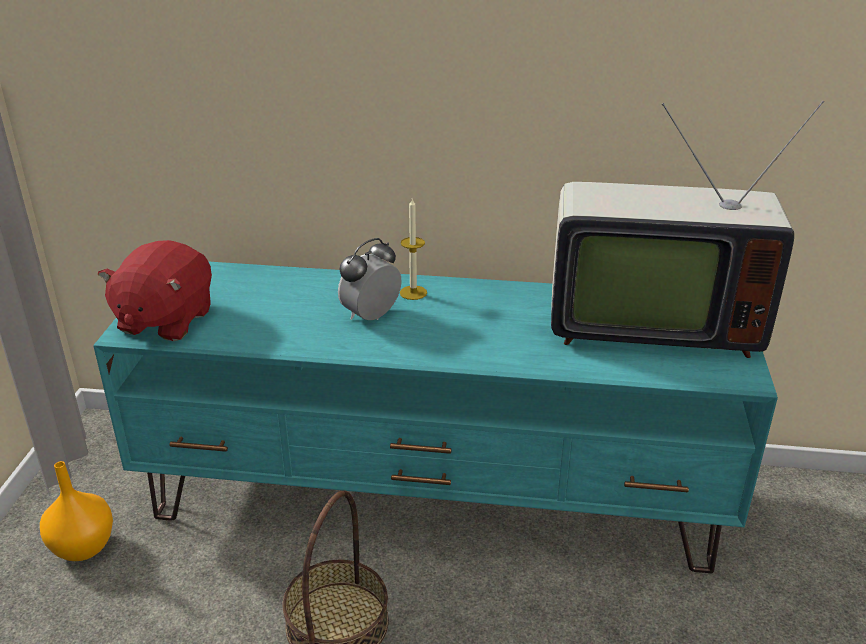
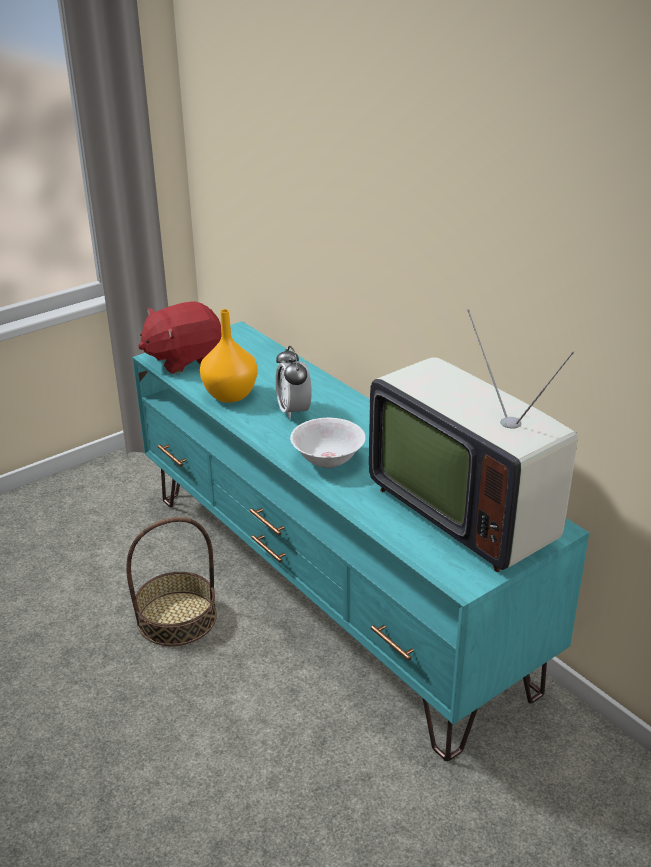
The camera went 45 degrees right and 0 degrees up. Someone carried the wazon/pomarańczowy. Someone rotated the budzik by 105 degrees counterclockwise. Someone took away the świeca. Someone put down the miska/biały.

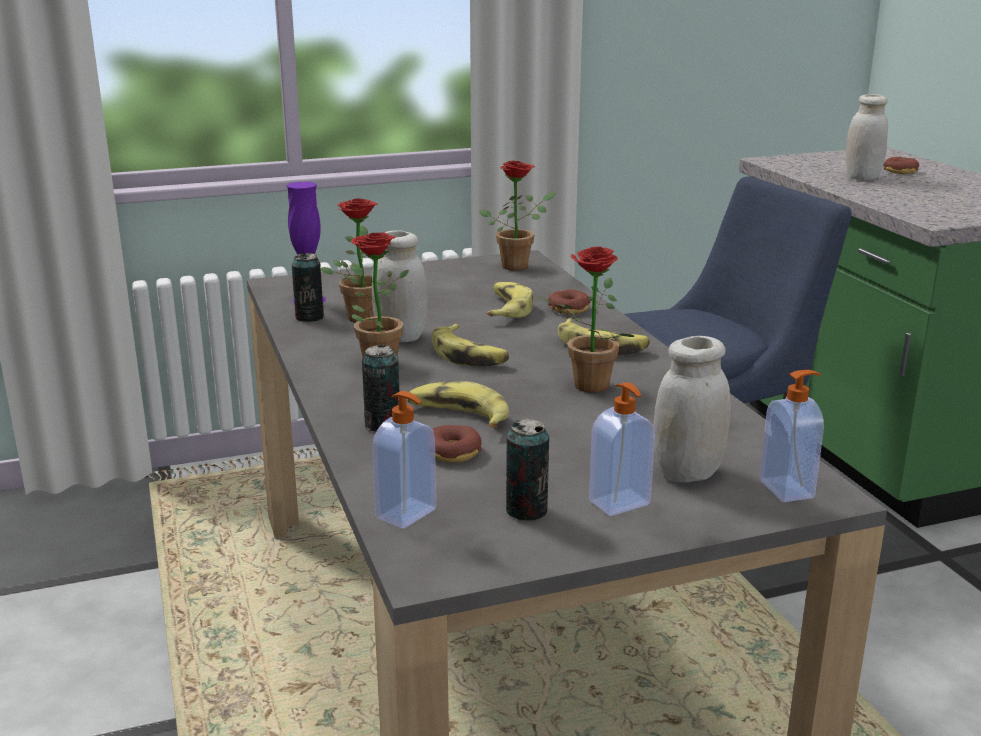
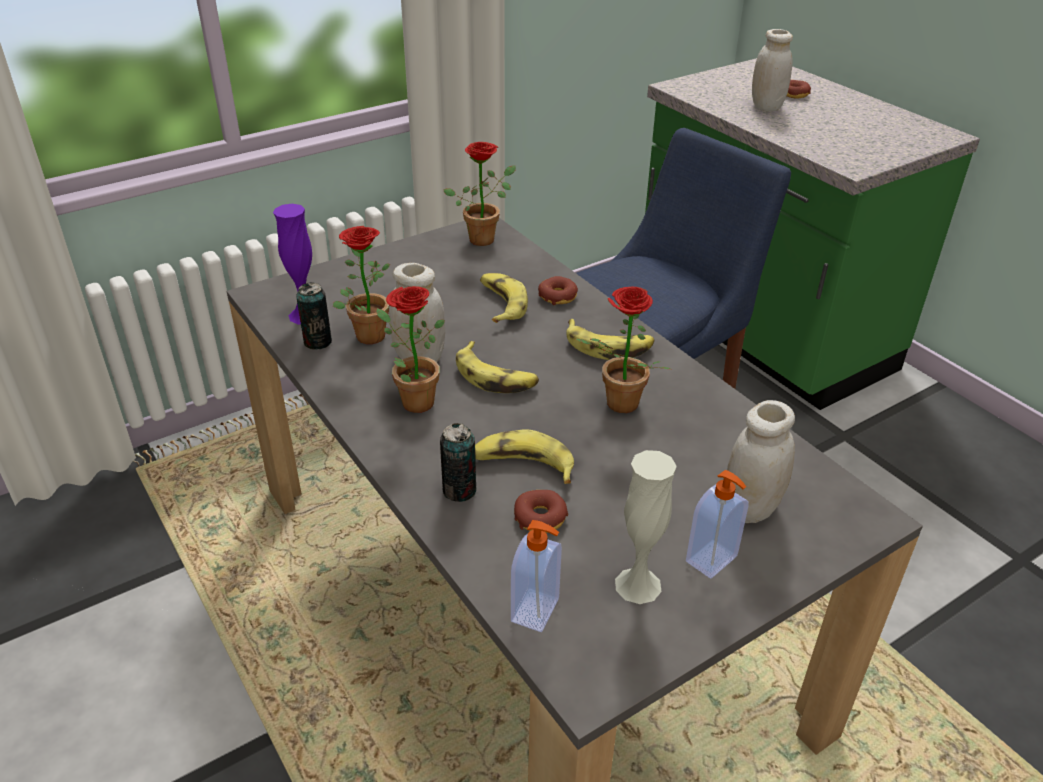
The camera went 15 degrees left and 15 degrees up. Someone swapped the puszka (3rd from left) for the wazon/biały. Someone took away the dozownik mydła (3rd from left).

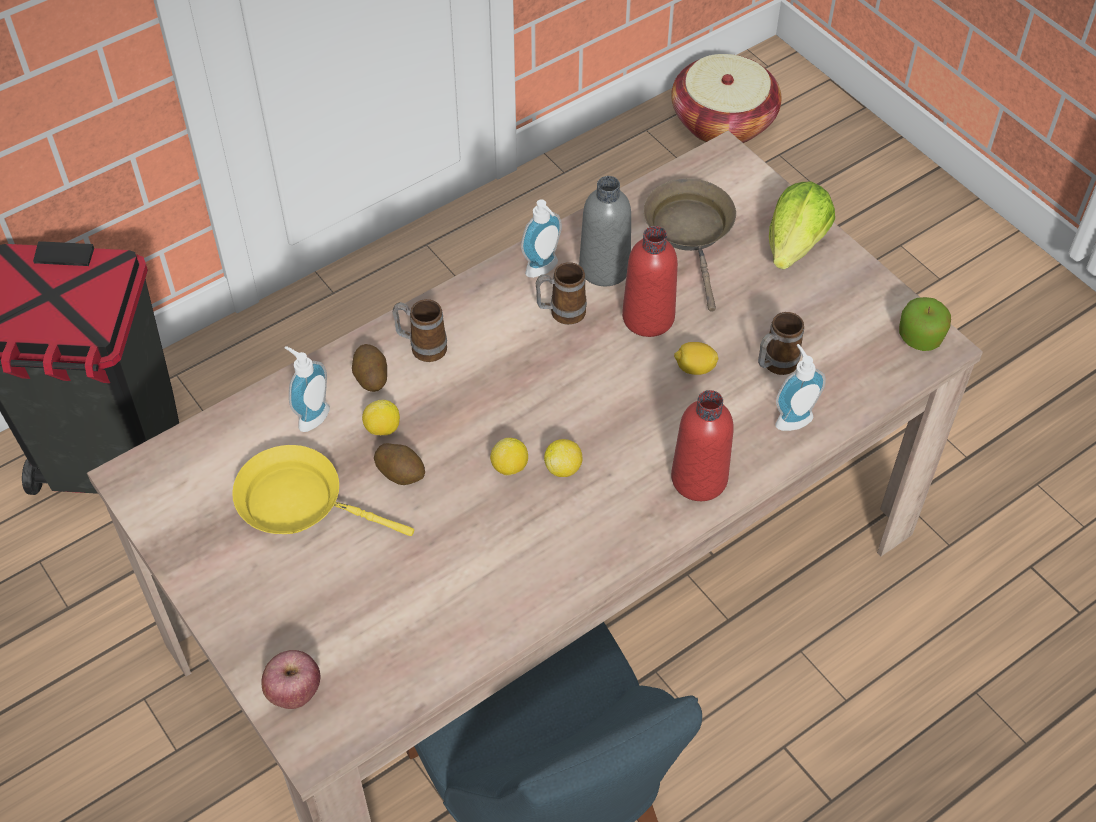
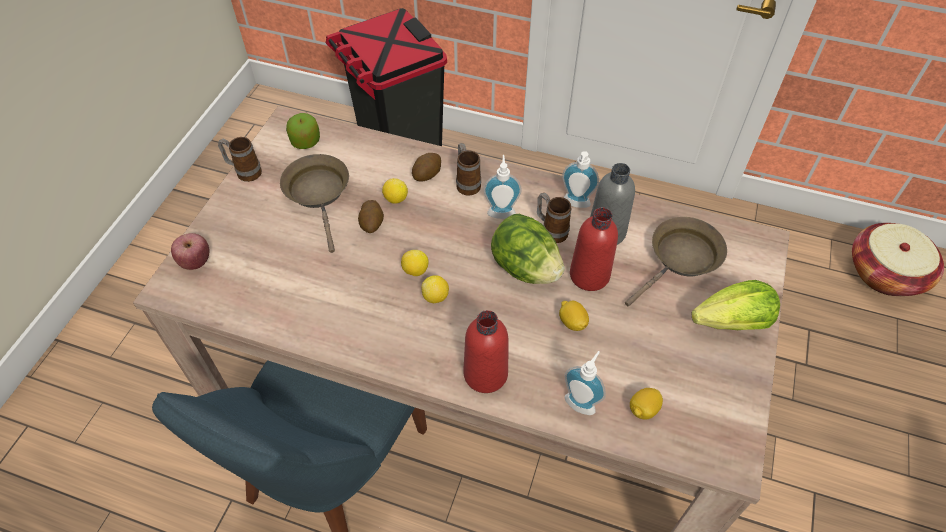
The camera went 55 degrees right and 0 degrees up. Someone repainted the patelnia/żółty, which became the patelnia/brązowy (1st from left). Someone carried the dozownik mydła (1st from left). Someone carried the kubek (3rd from left in the first image). Someone carried the jabłko (2nd from left). Someone put down the sałata (1st from left). Someone put down the cytryna (5th from left).

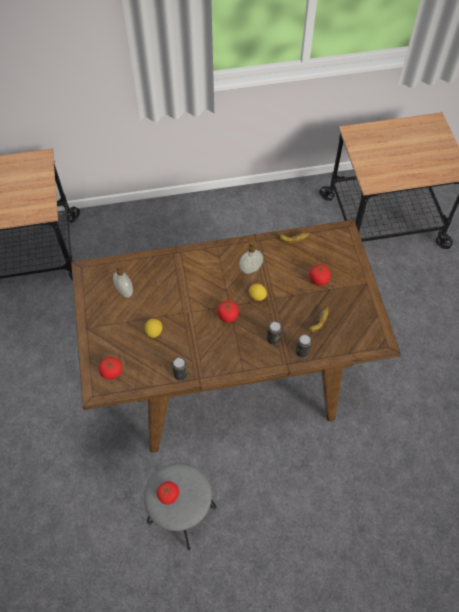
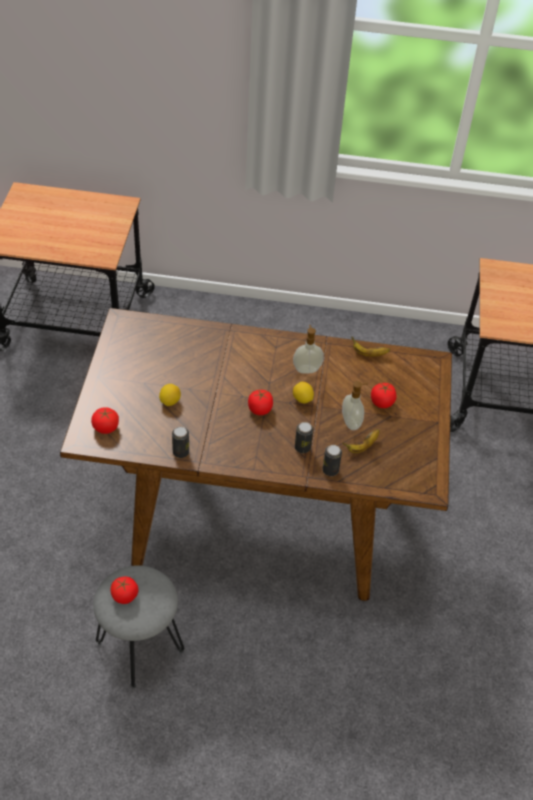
The camera went 15 degrees right and 10 degrees down. Someone carried the dozownik mydła (1st from left in the first image).

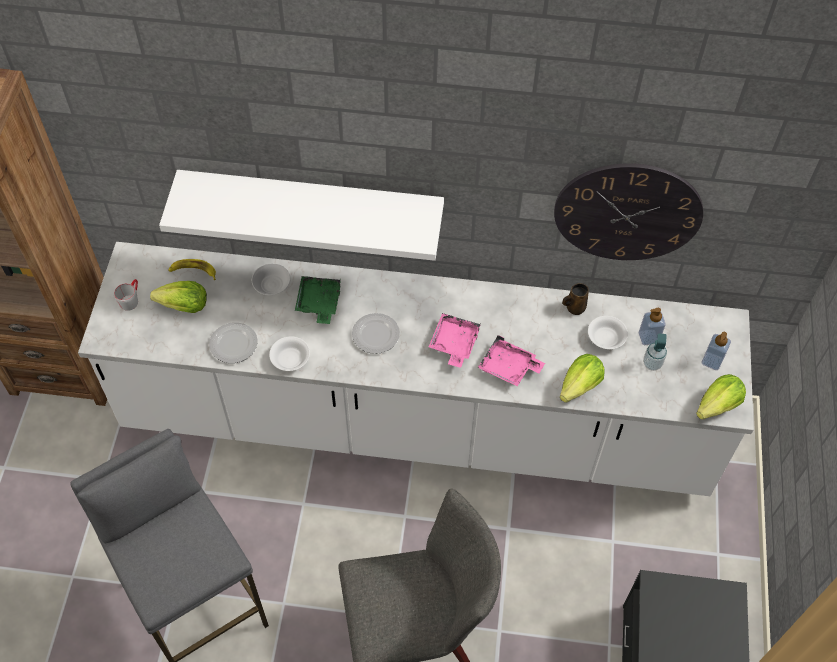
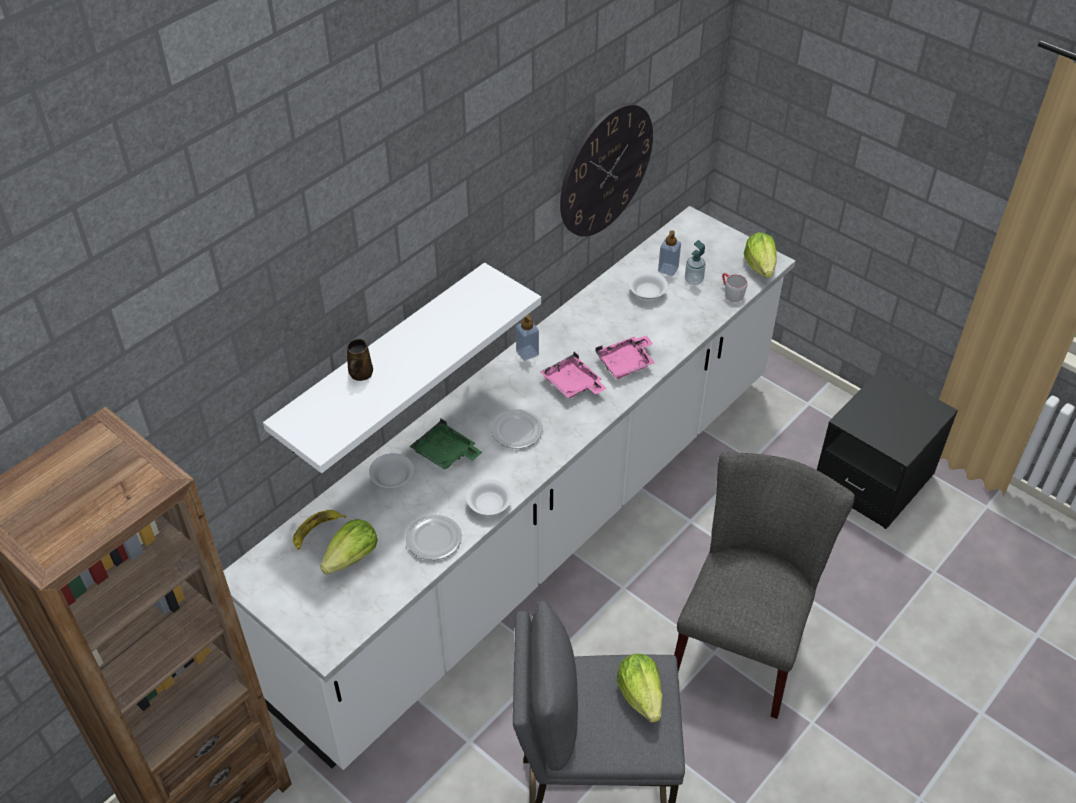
The camera went 55 degrees left and 10 degrees down. Someone carried the kubek/szary. Someone carried the sałata (2nd from left). Someone carried the kubek/brązowy. Someone carried the dozownik mydła (3rd from left in the first image).

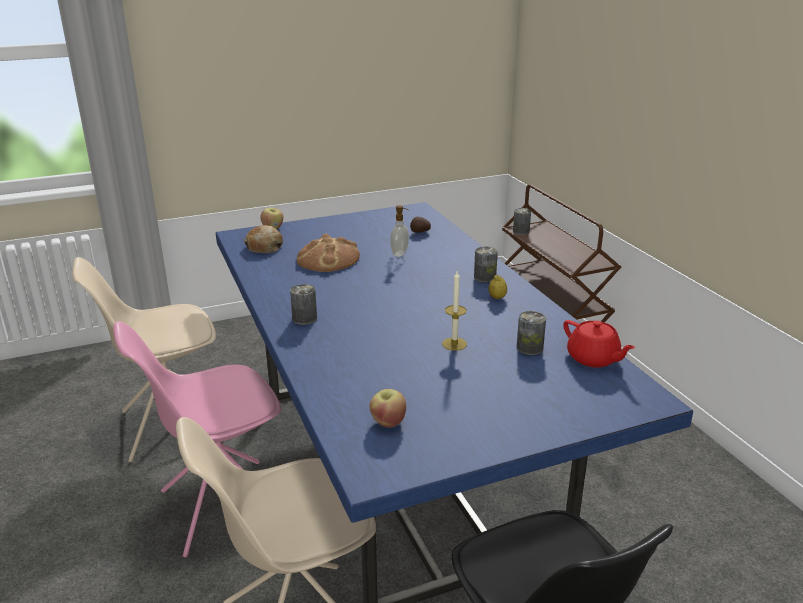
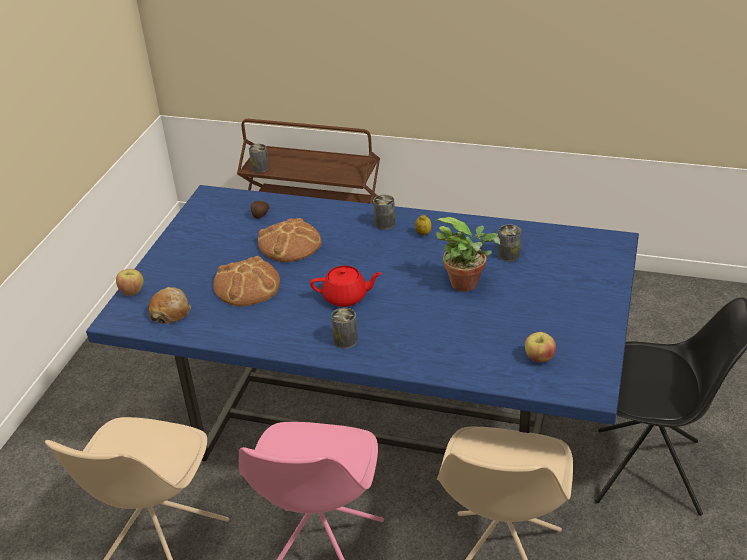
The camera went 50 degrees left and 10 degrees up. Someone swapped the dozownik mydła for the chleb (3rd from left). Someone swapped the świeca for the roślina doniczkowa. Someone carried the imbryk/czerwony.

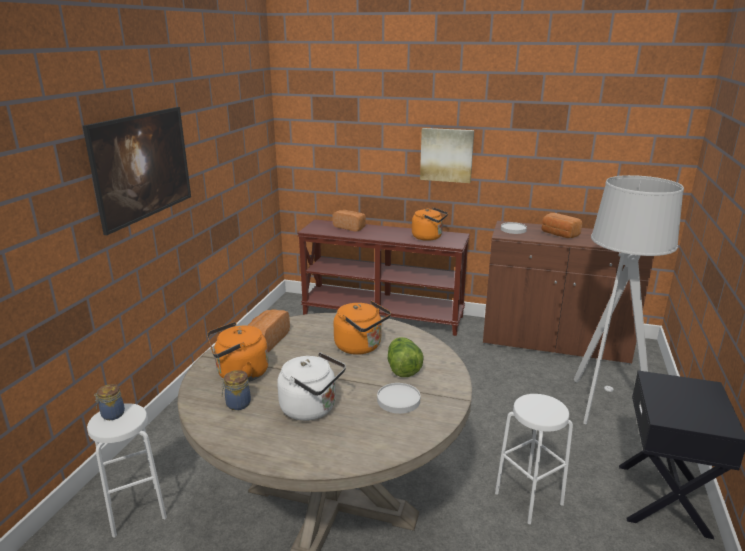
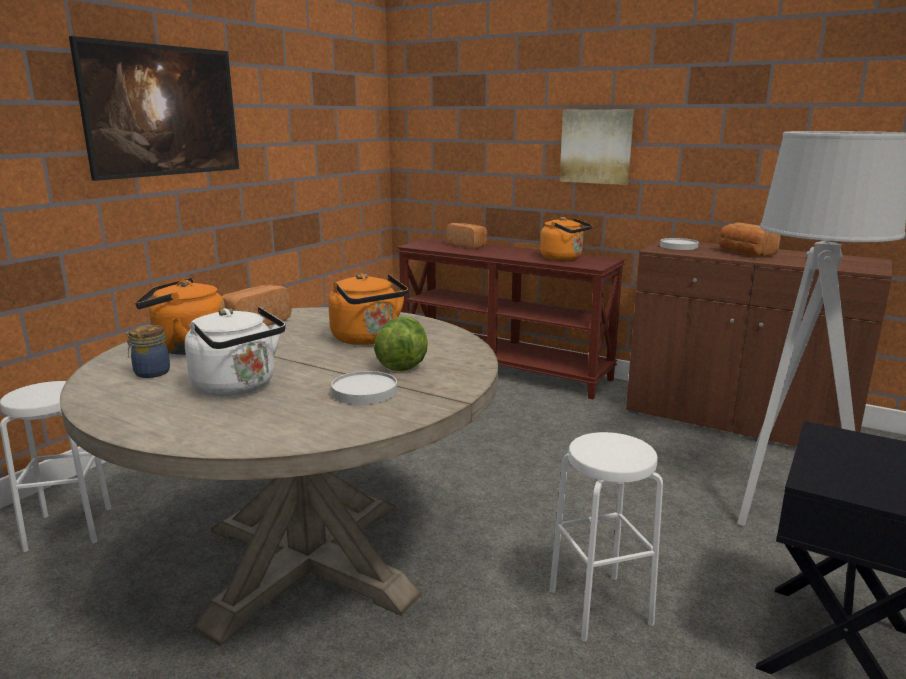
The camera went 15 degrees right and 5 degrees down. Someone took away the słoik (1st from left).

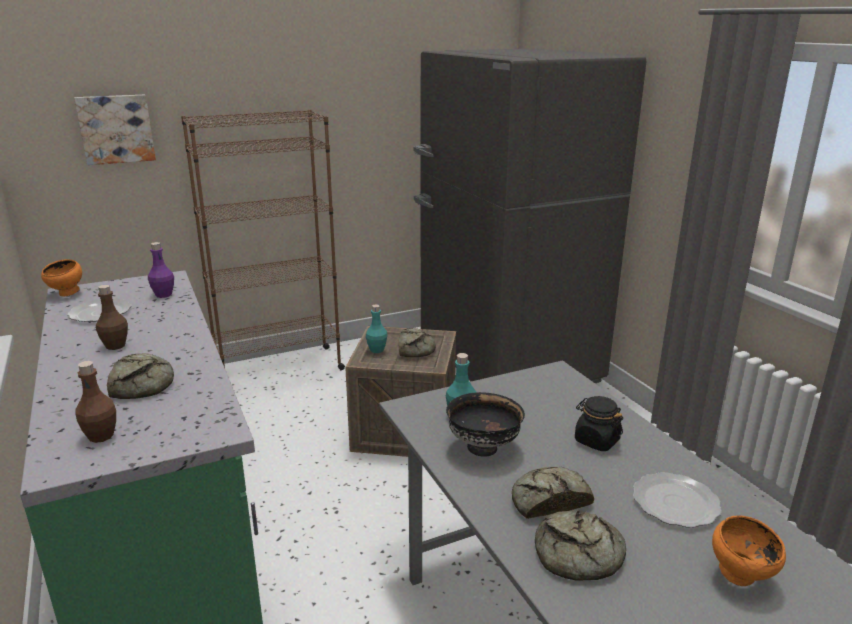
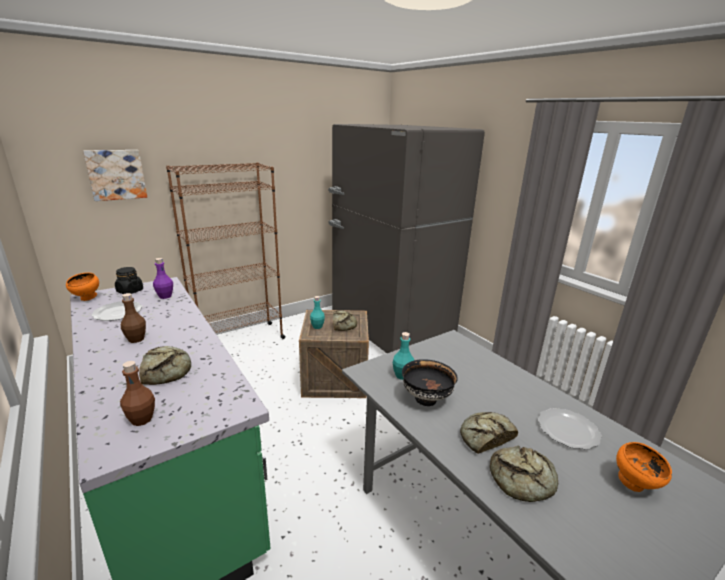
The camera went 10 degrees left and 0 degrees up. Someone carried the słoik/czarny.

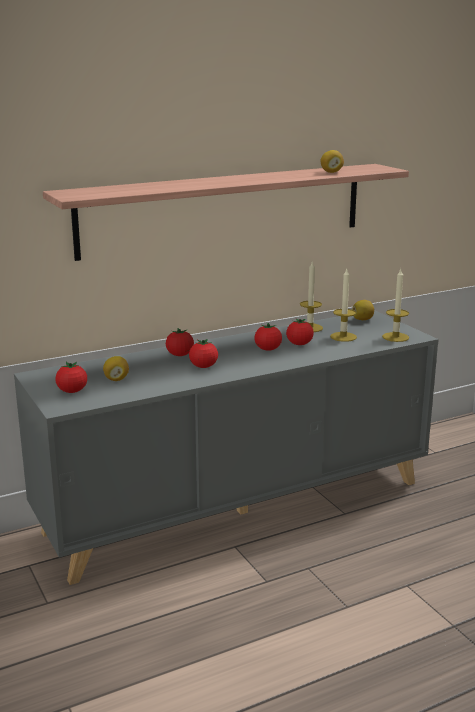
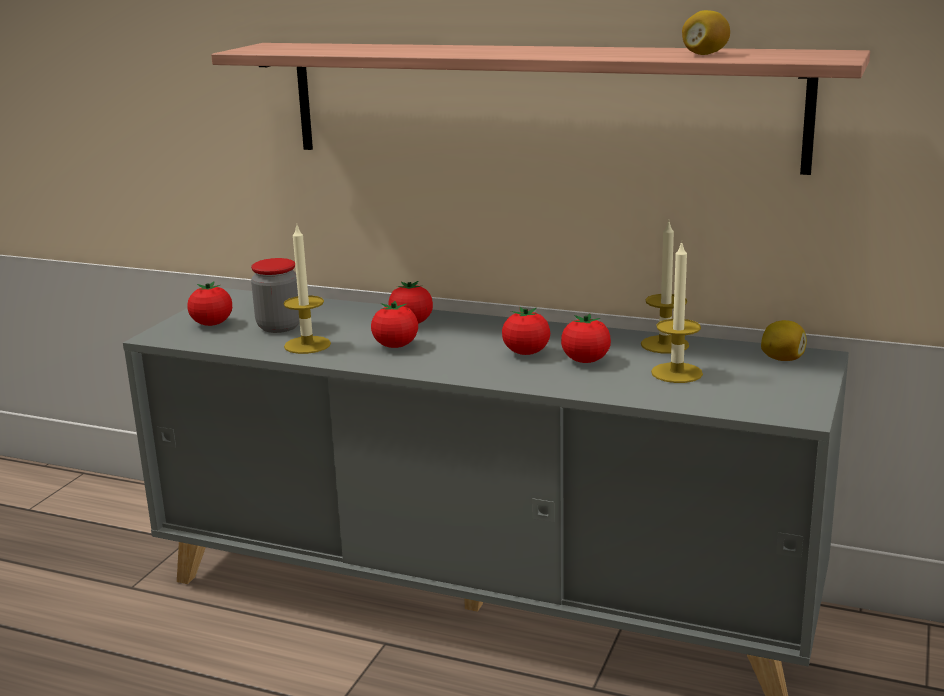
The camera went 50 degrees right and 0 degrees up. Someone swapped the cytryna (1st from left) for the słoik. Someone carried the świeca (3rd from left in the first image).

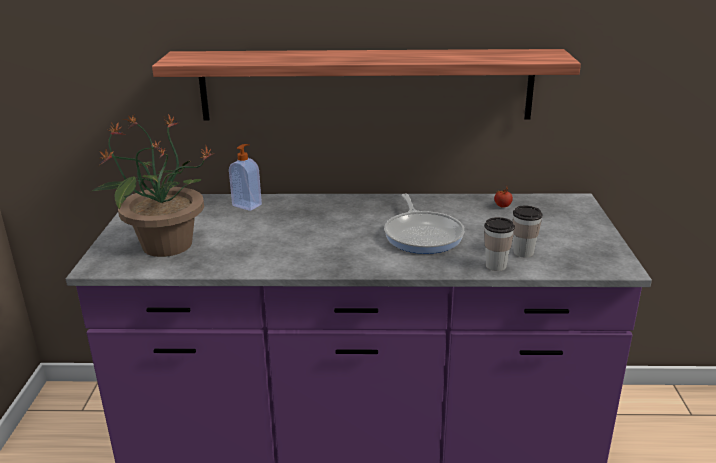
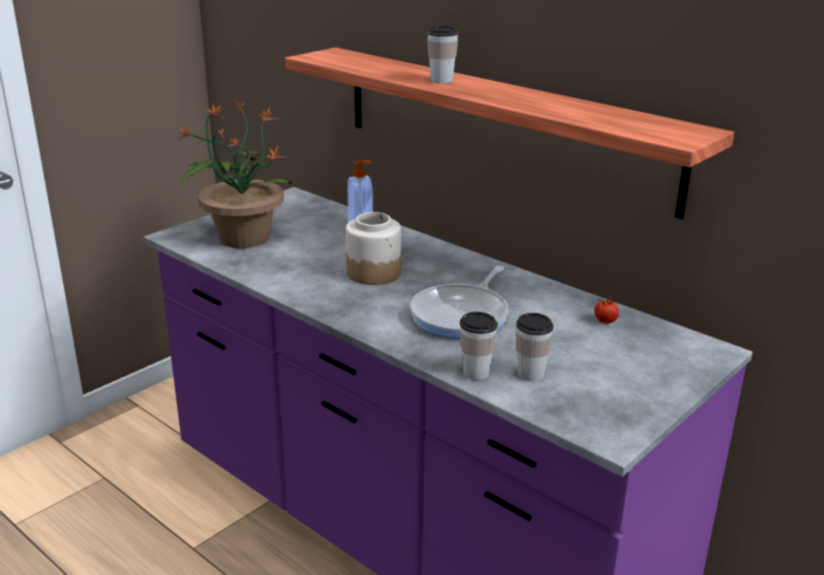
The camera went 40 degrees right and 0 degrees up. Someone put down the słoik. Someone put down the filiżanka (1st from left).

